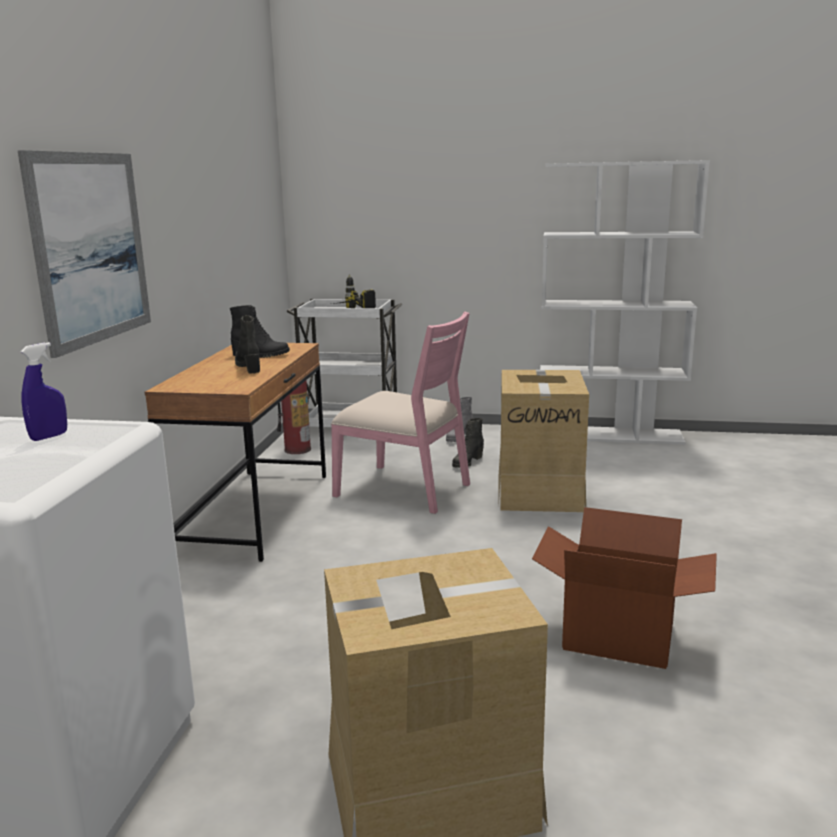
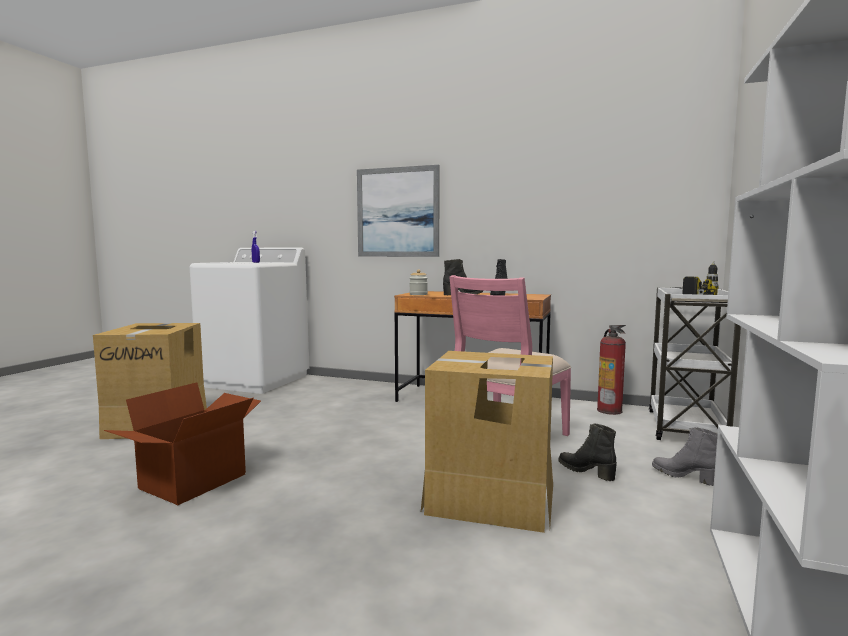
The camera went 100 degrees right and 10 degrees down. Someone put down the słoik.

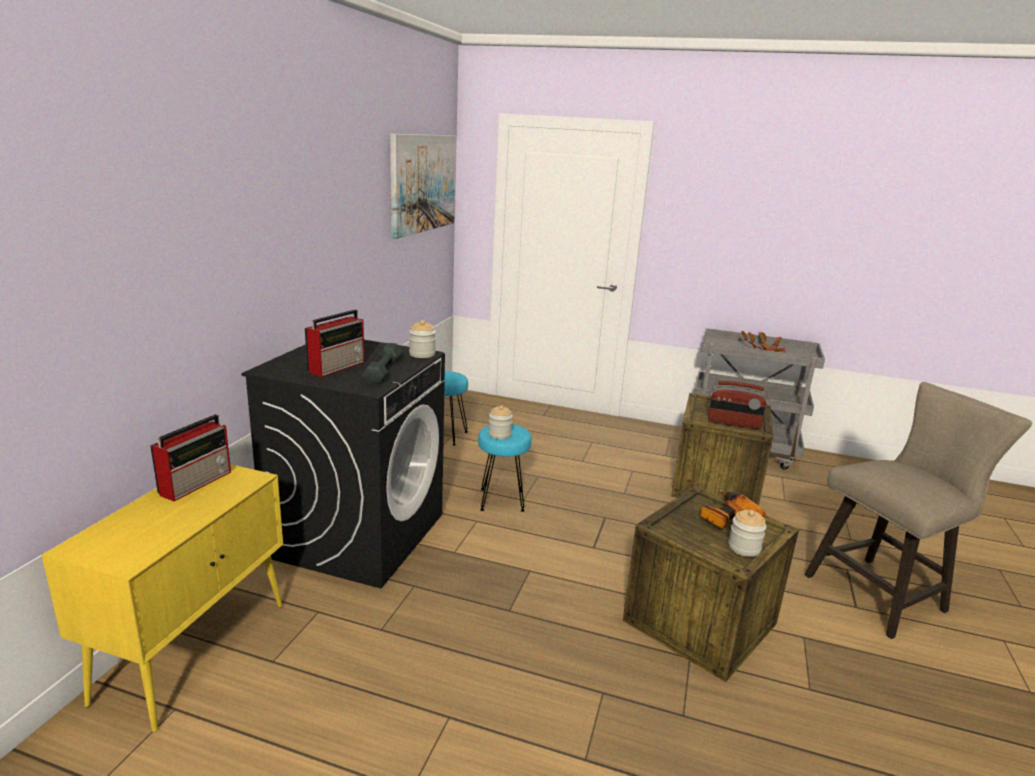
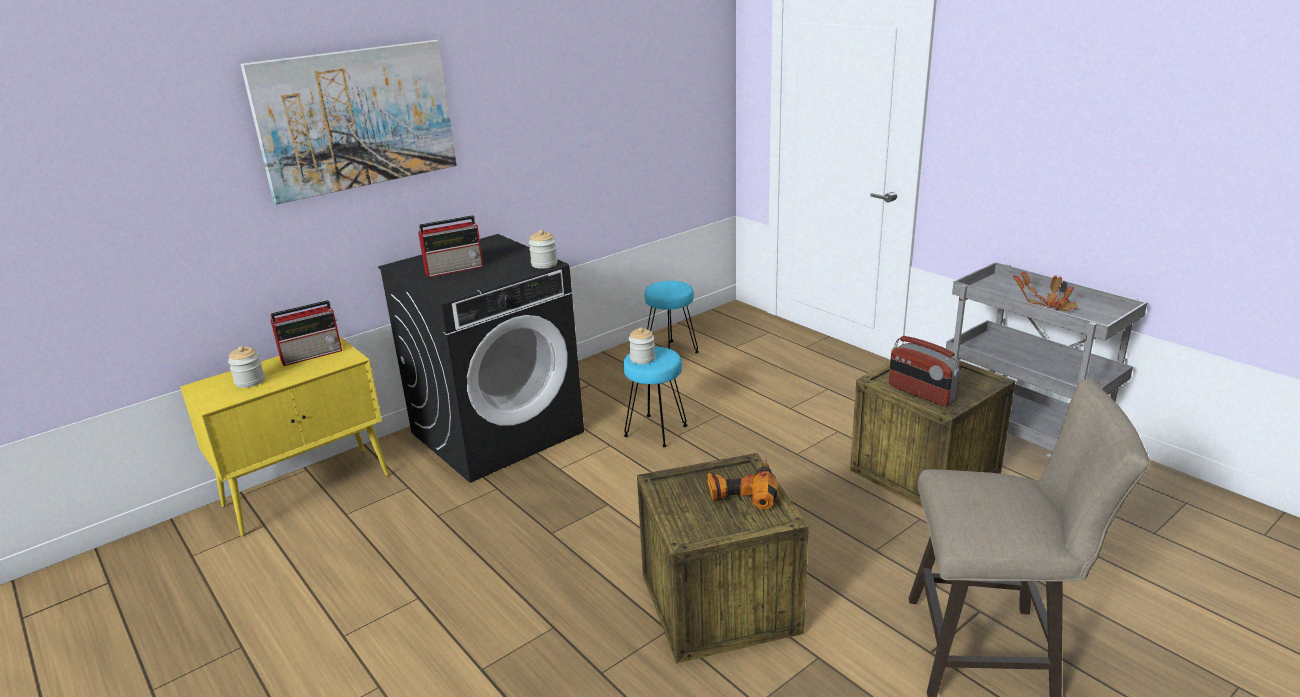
The camera went 35 degrees right and 5 degrees up. Someone took away the hantel/szary. Someone carried the obraz. Someone carried the słoik (3rd from left in the first image).

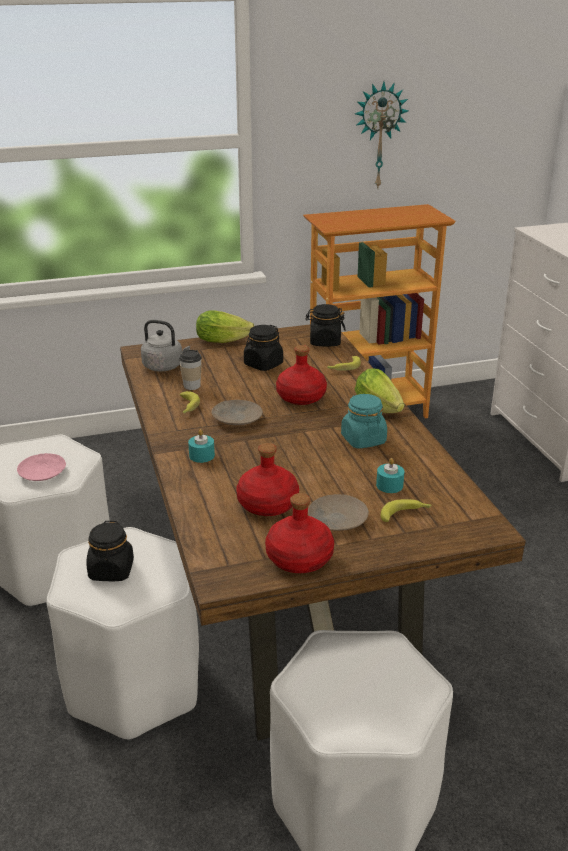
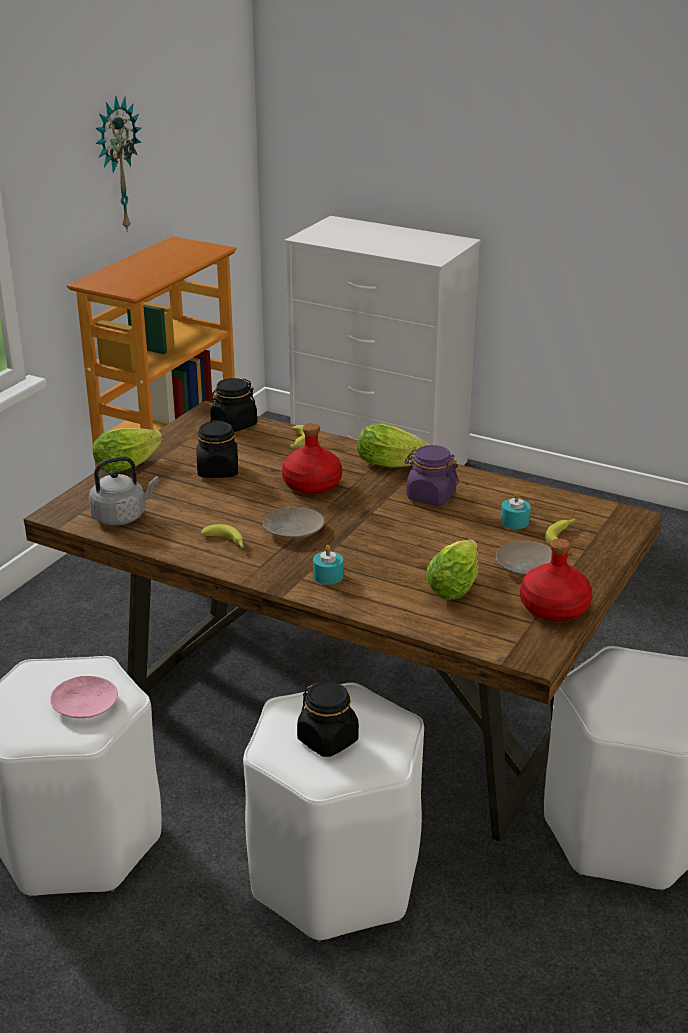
The camera went 45 degrees left and 0 degrees up. Someone took away the filiżanka. Someone swapped the butelka/czerwony (1st from left) for the sałata (3rd from left). Someone repainted the słoik/turkusowy, which became the słoik/fioletowy.

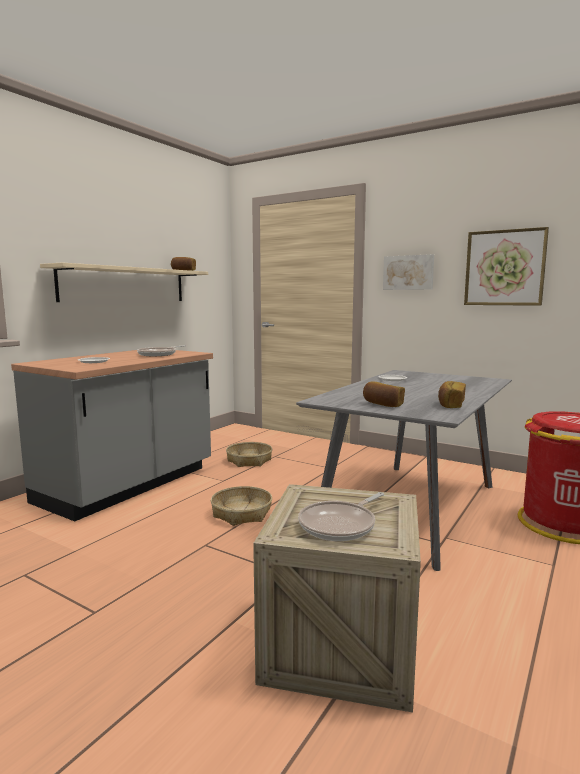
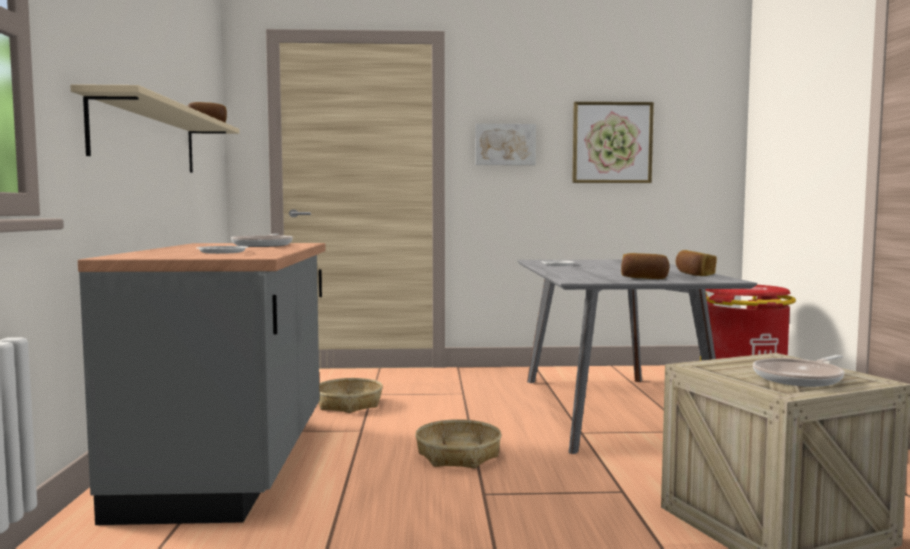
The camera went 35 degrees left and 5 degrees down. Someone rotated the patelnia (2nd from left) by 45 degrees clockwise.

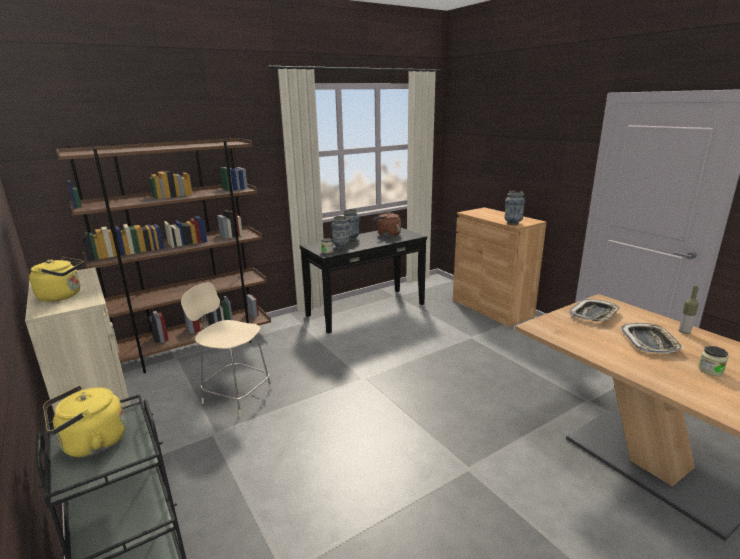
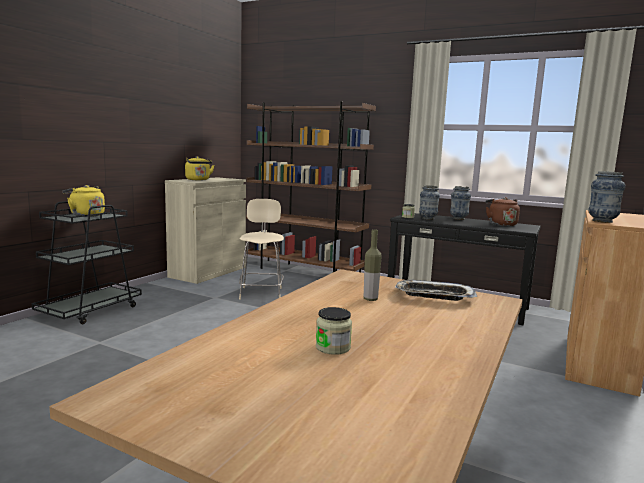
The camera went 60 degrees right and 10 degrees down. Someone took away the taca (2nd from left). Someone carried the butelka.

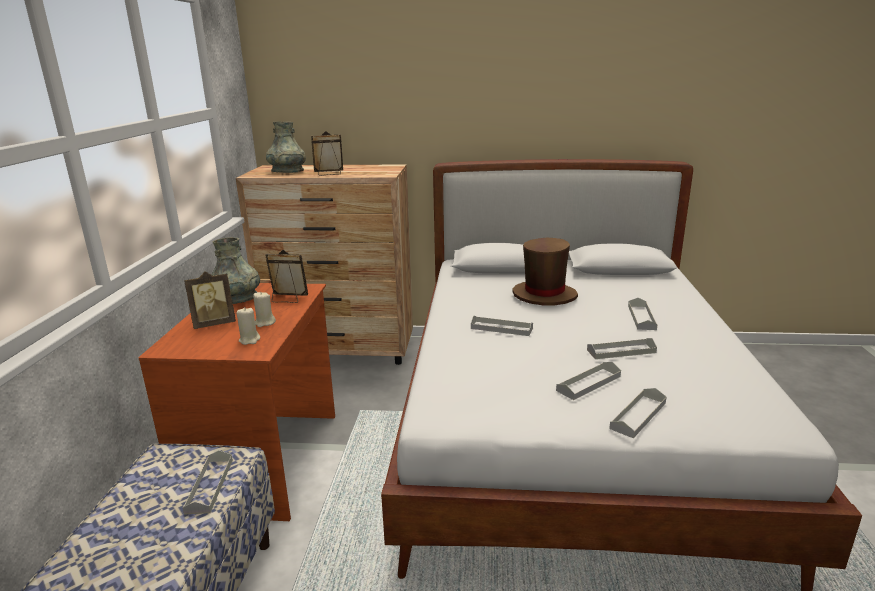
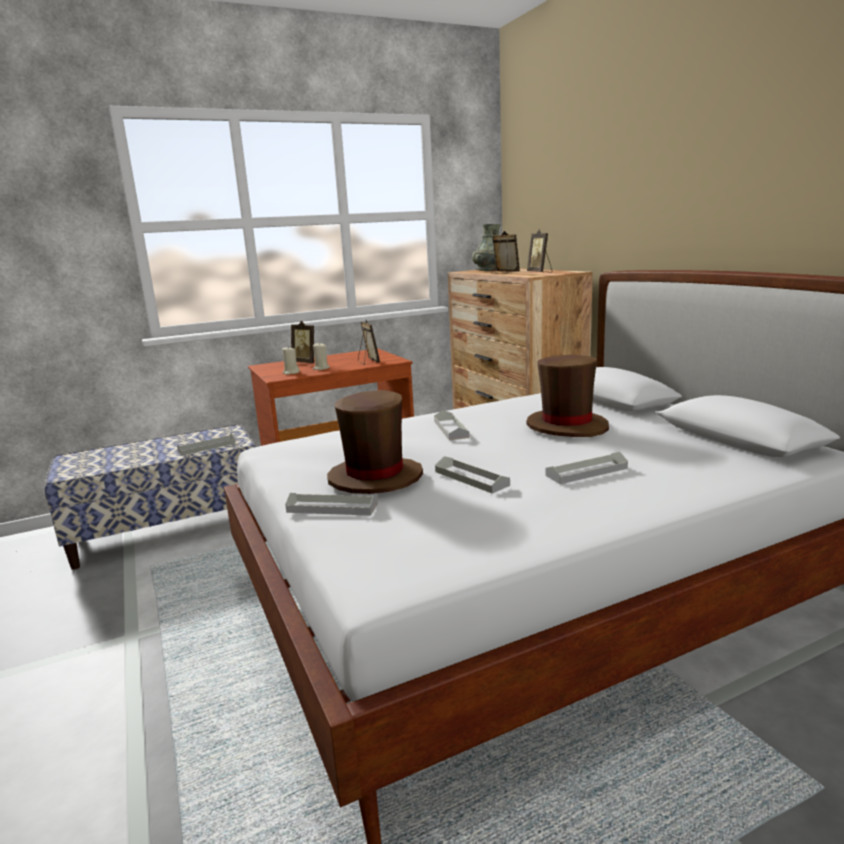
The camera went 60 degrees right and 5 degrees down. Someone took away the wazon/szary (1st from left). Someone swapped the taca/szary (3rd from left) for the kapelusz/brązowy (1st from left). Someone put down the ramka na zdjęcie (4th from left).

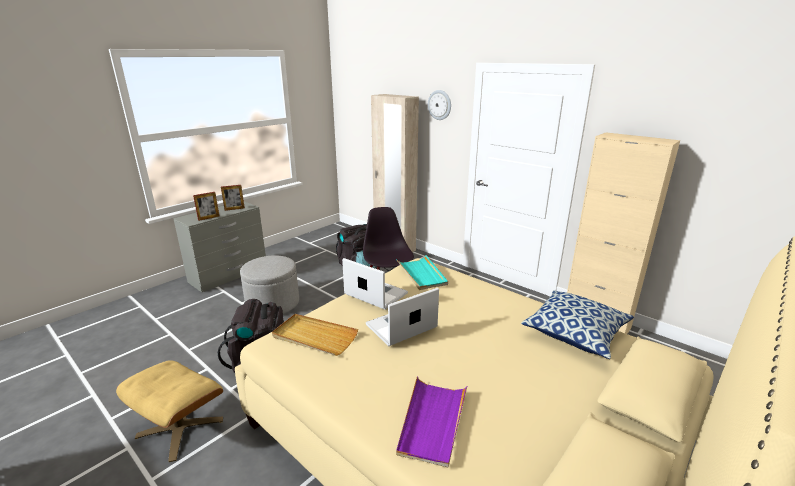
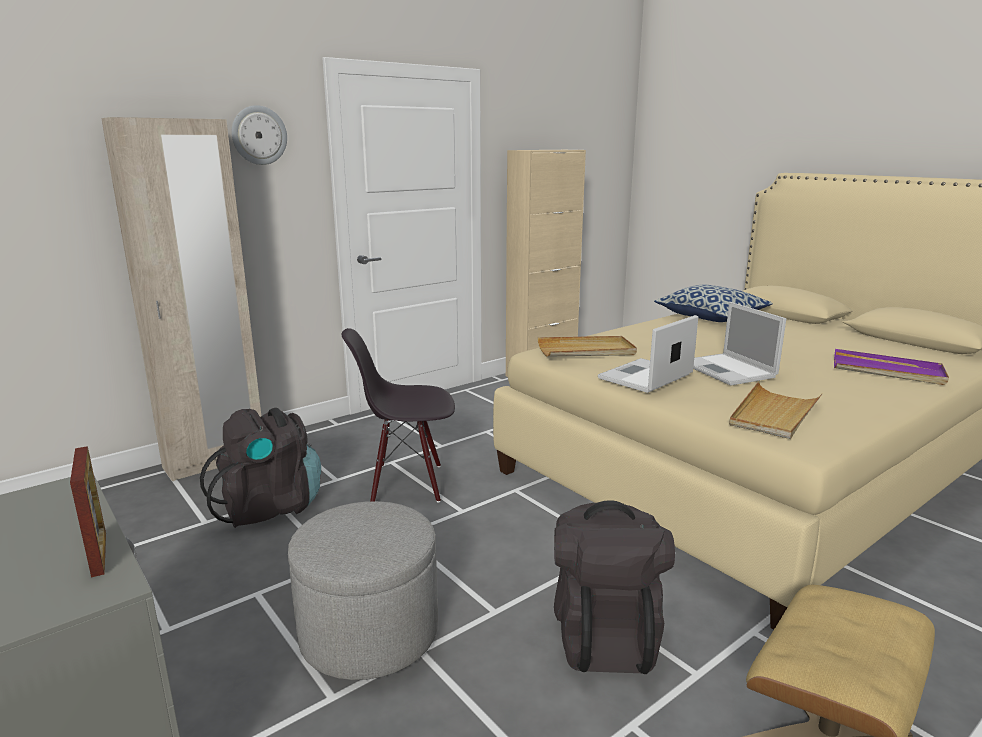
The camera went 80 degrees left and 5 degrees down. Someone took away the ramka na zdjęcie (2nd from left). Someone repainted the taca/turkusowy, which became the taca/beżowy (1st from left).

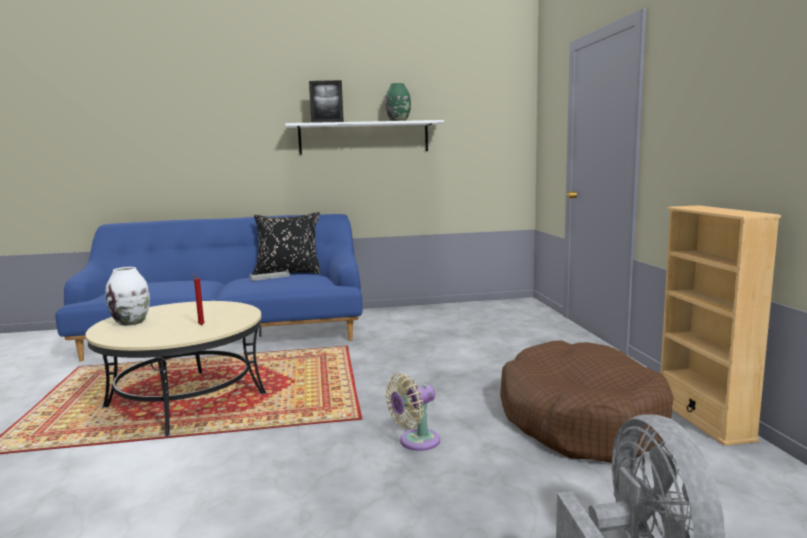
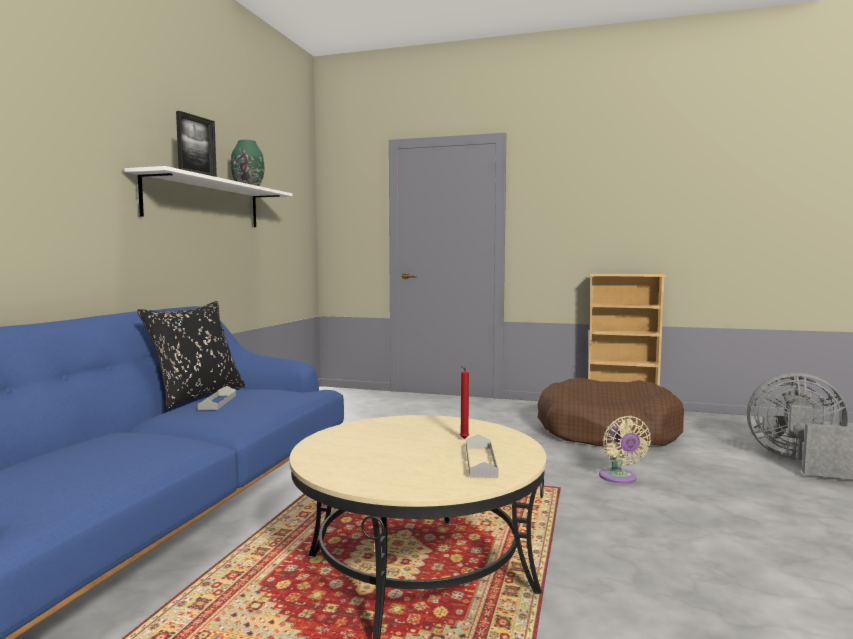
The camera went 65 degrees left and 5 degrees down. Someone took away the wazon/biały. Someone put down the taca/szary (2nd from left).

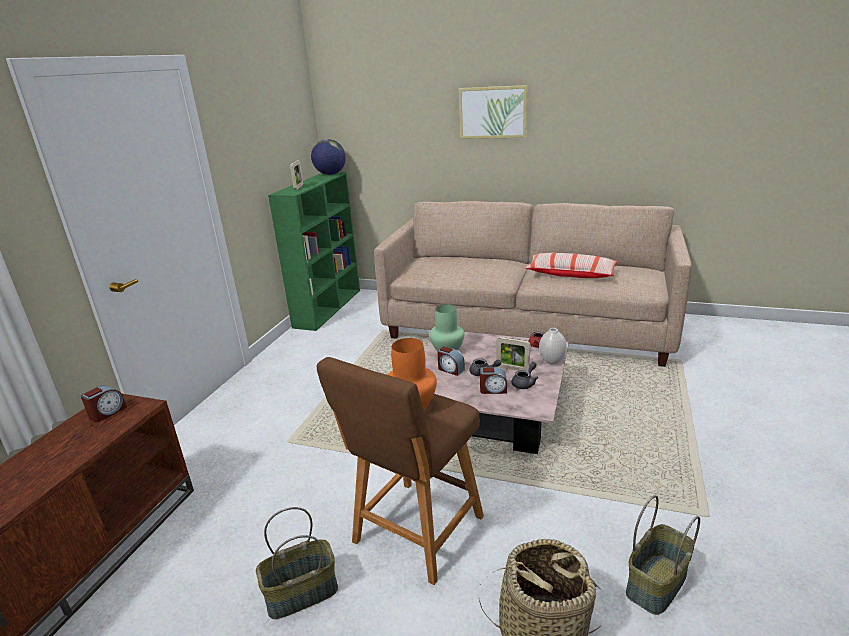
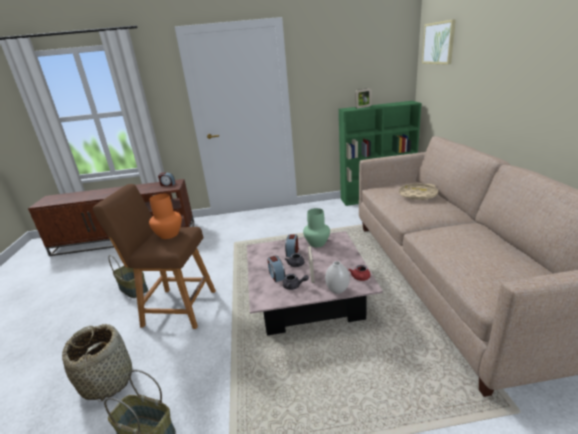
The camera went 65 degrees right and 0 degrees up. Someone took away the globus. Someone carried the obraz. Someone took away the poduszka. Someone put down the taca/beżowy.

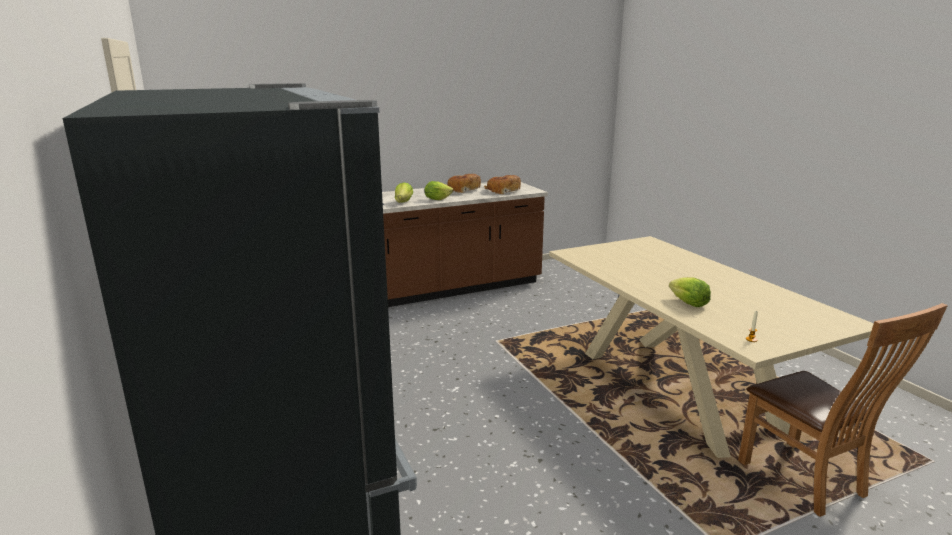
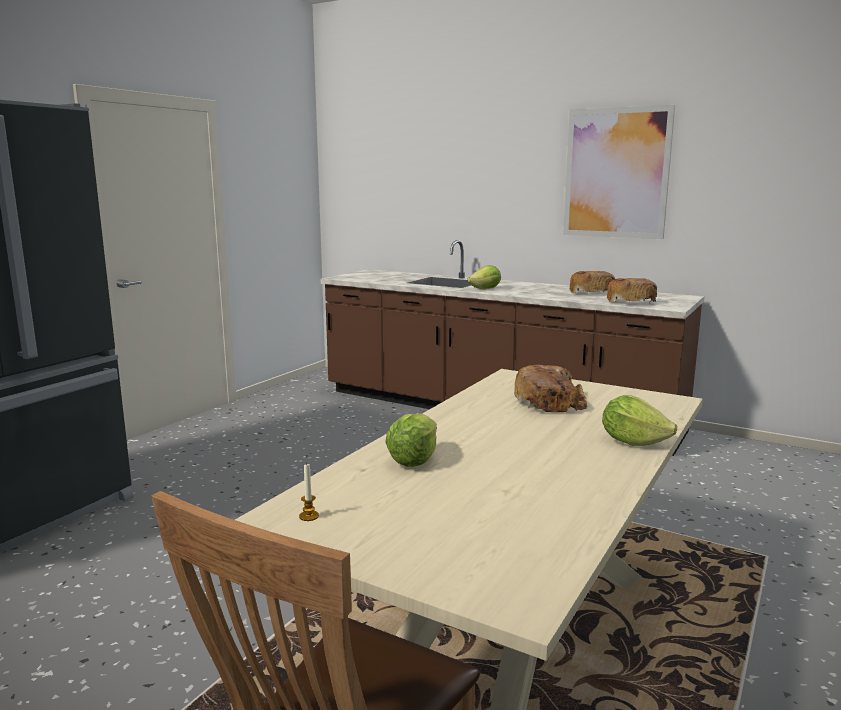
The camera went 55 degrees right and 5 degrees down. Someone carried the sałata (2nd from left in the first image). Someone put down the chleb (1st from left). Someone put up the obraz.

